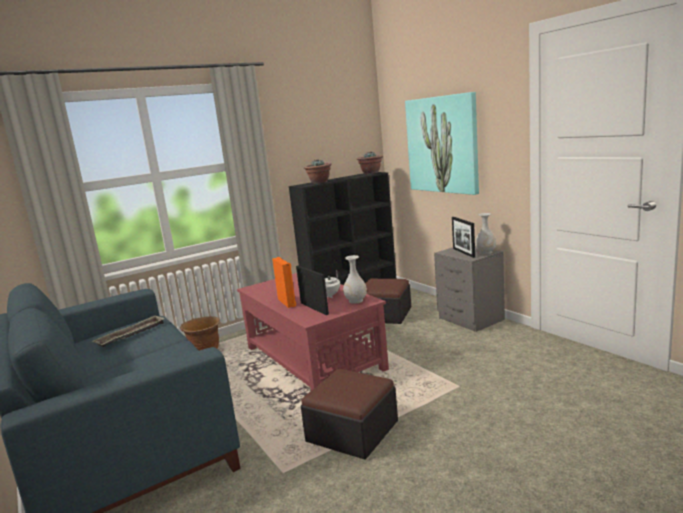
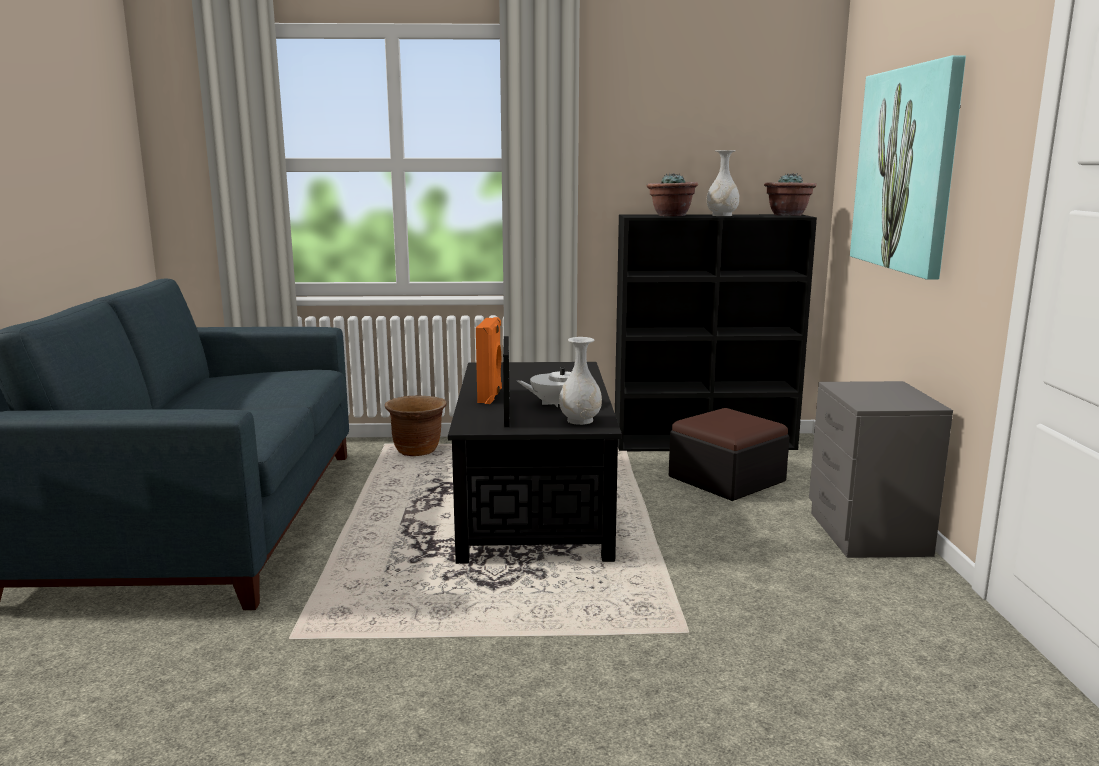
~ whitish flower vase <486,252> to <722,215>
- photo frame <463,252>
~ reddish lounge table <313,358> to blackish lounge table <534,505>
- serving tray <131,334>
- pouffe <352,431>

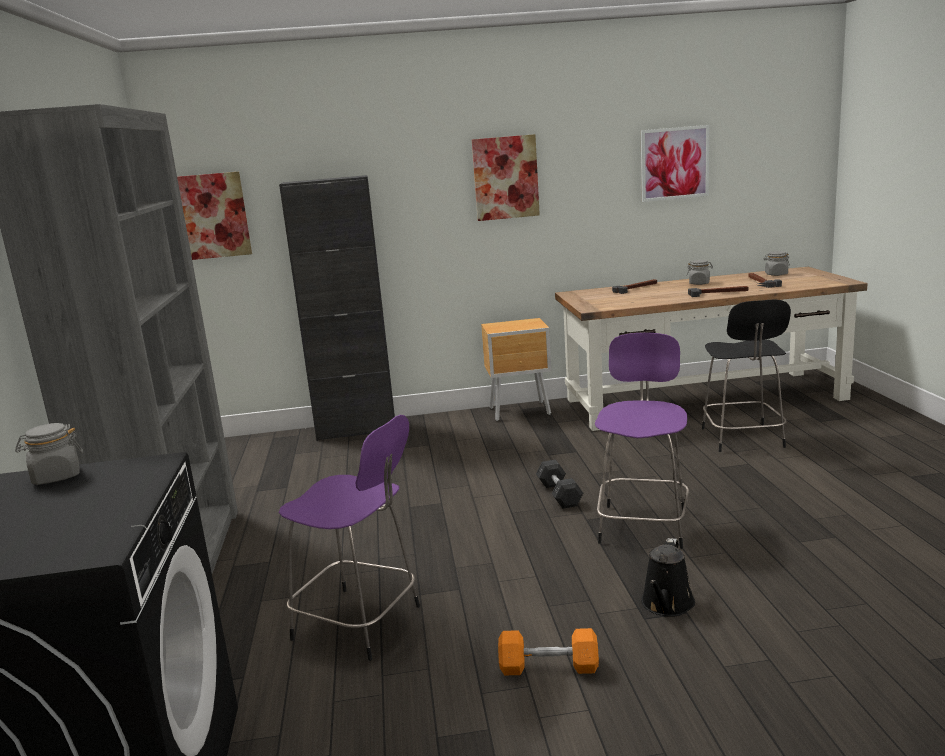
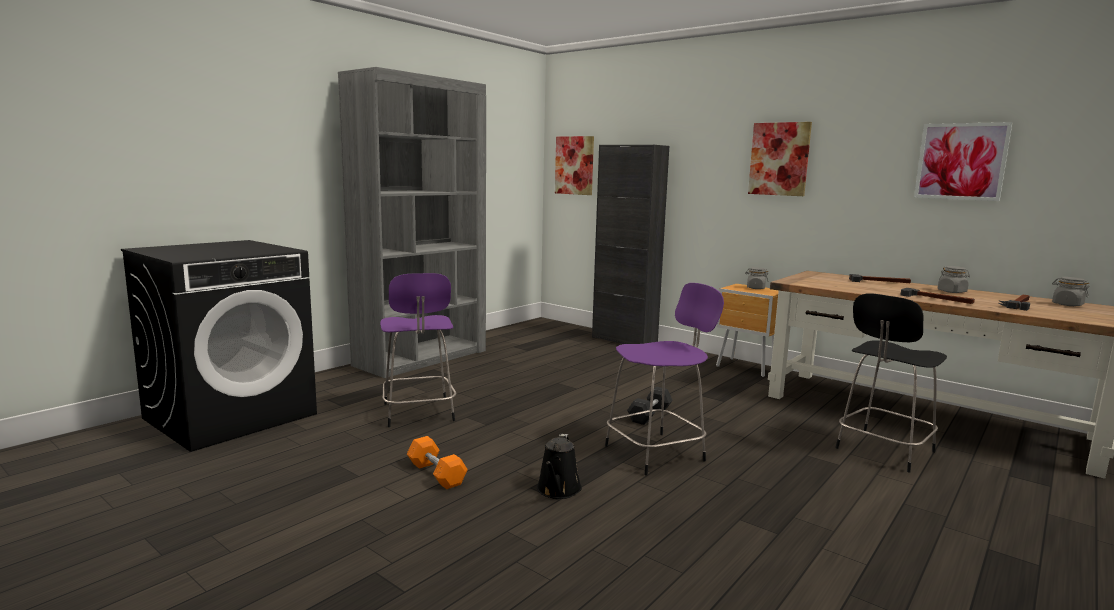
~ gray jar <56,477> to <755,288>
~ blackish watering pot <666,605> = <558,490> 60 degrees counterclockwise

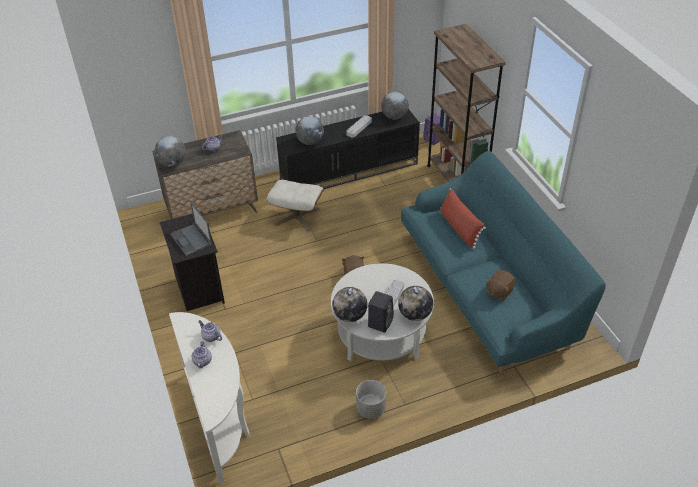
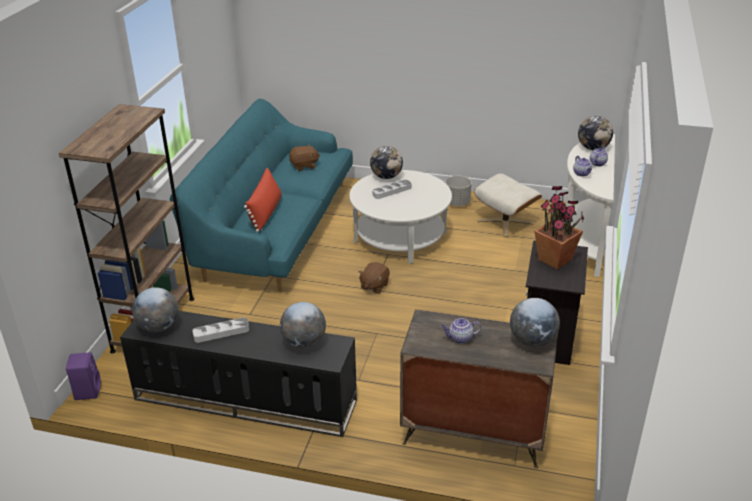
~ beige pouffe <297,217> to <505,222>
~ laptop <191,239> to potted plant <555,260>
~ world globe <350,316> to <593,148>
- blackish speaker <380,322>

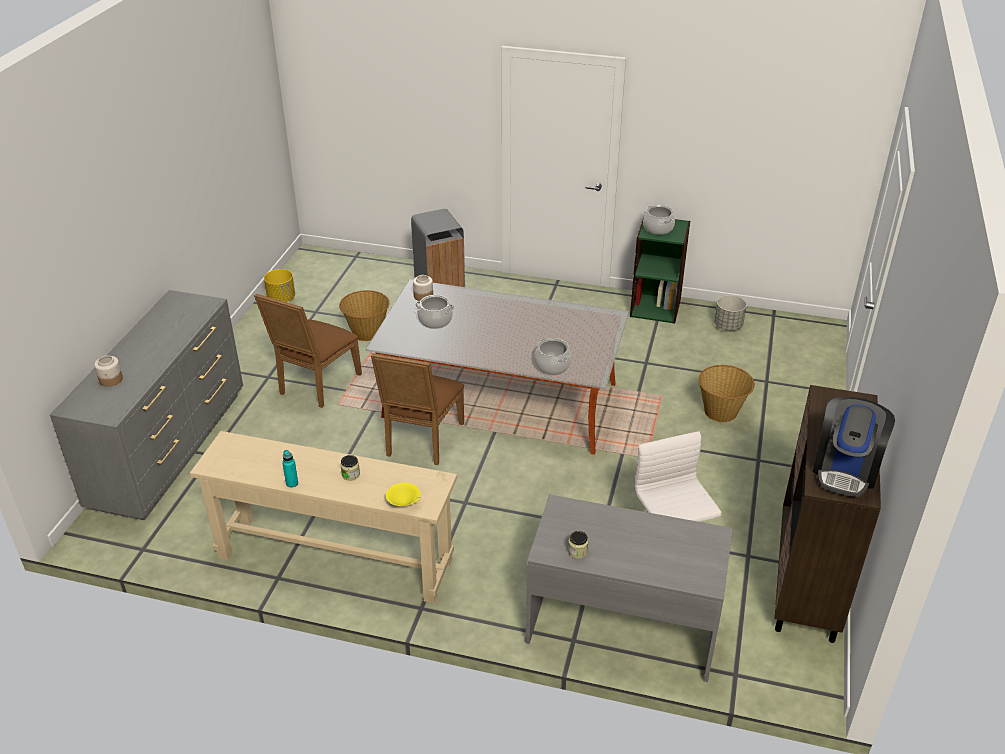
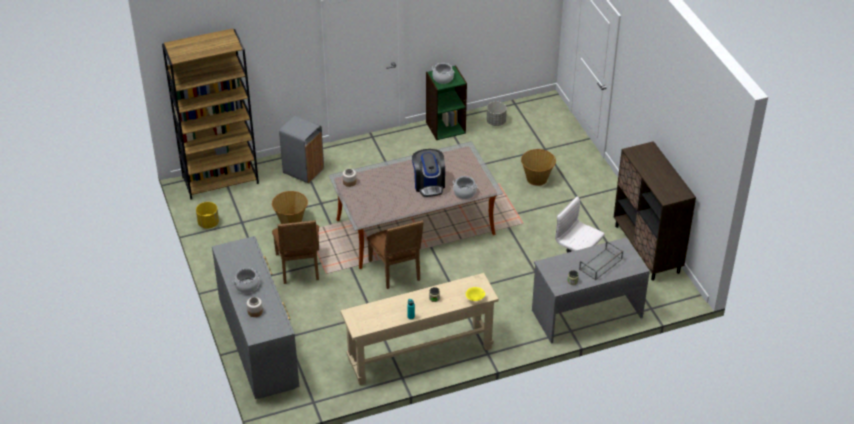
~ cooking pot <435,320> to <247,286>
~ coffee machine <845,470> to <429,184>
+ brown shelving unit <221,180>
+ gray serving tray <600,264>

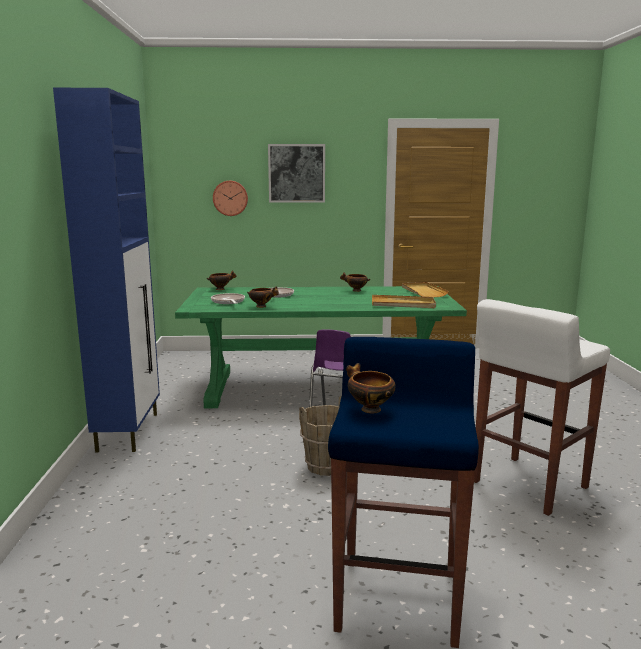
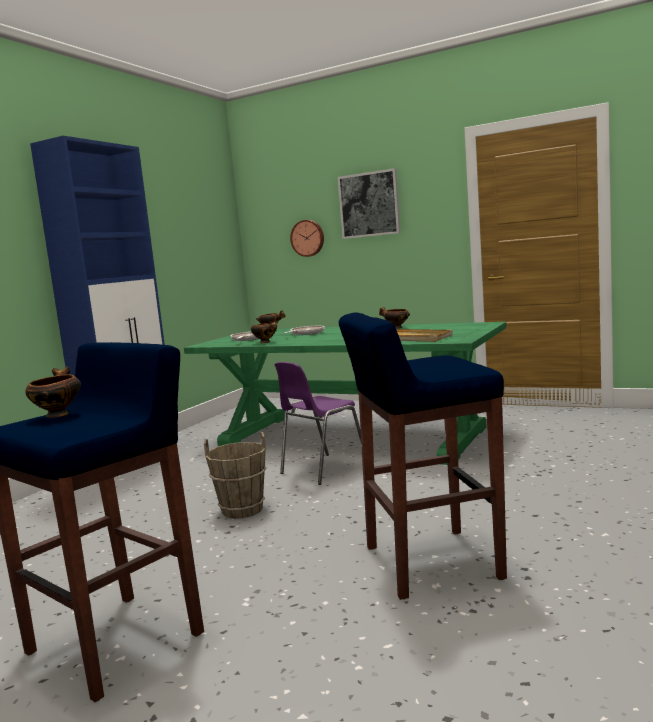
- beige serving tray <423,291>
~ whitish stool <528,485> to blue stool <429,563>

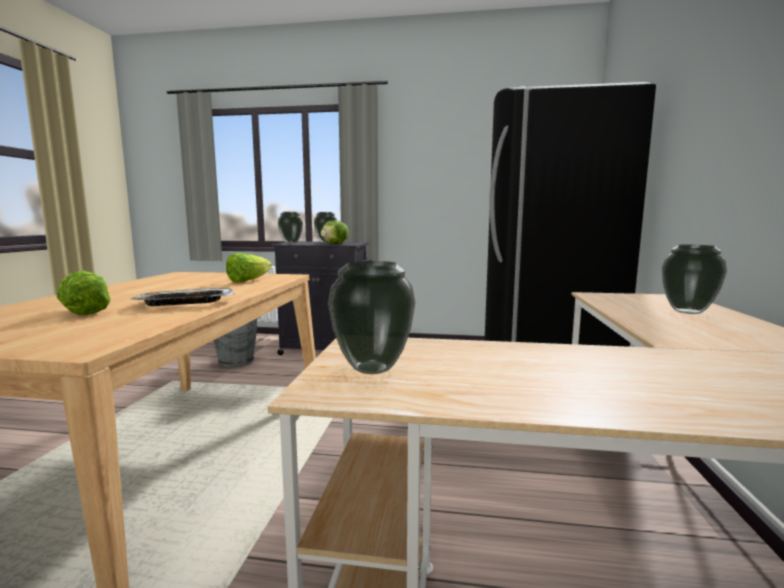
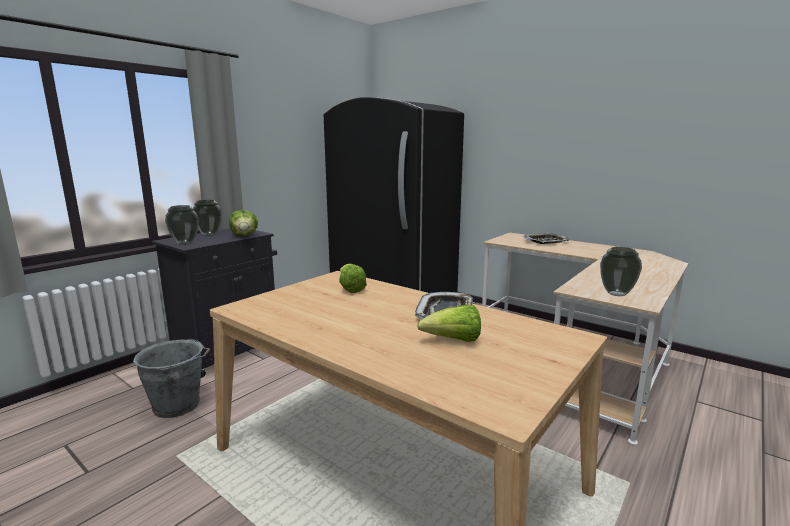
~ flower vase <688,311> to serving tray <545,241>

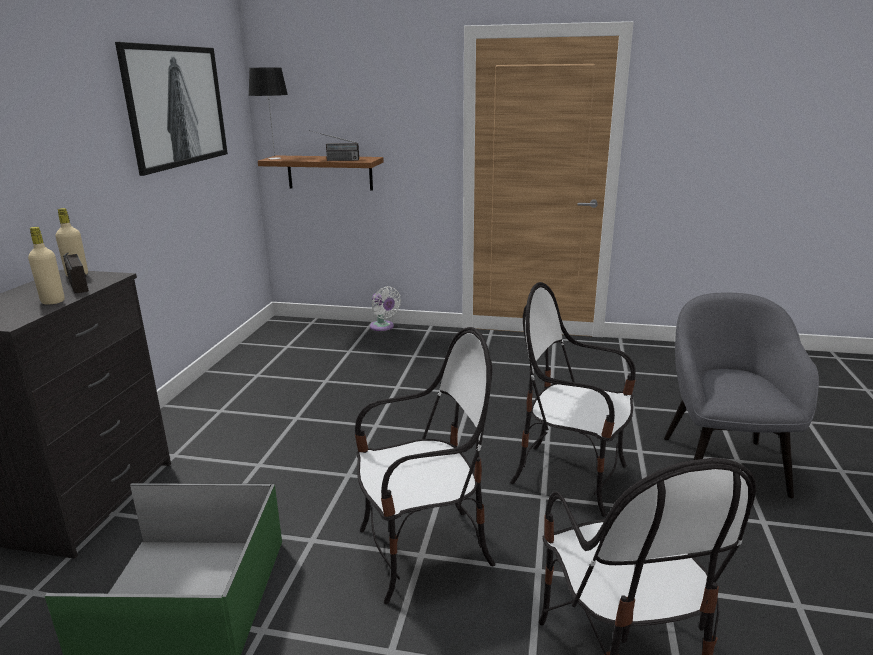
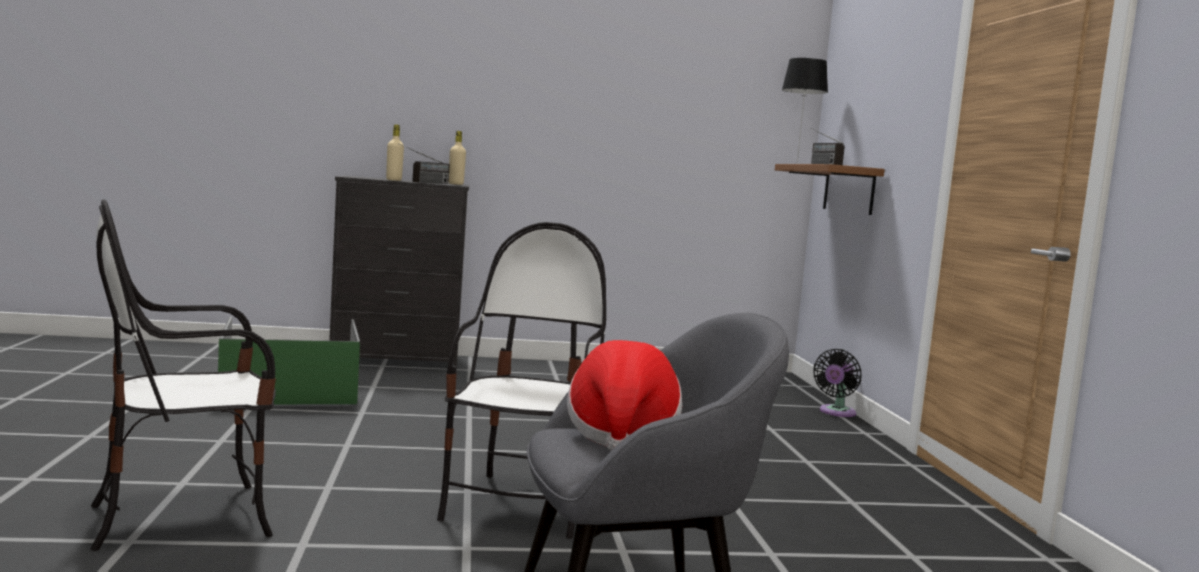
- picture <176,106>
~ whitish cooling fan <383,327> to blackish cooling fan <836,412>
- upright chair <423,552>
+ wearable hat <621,434>

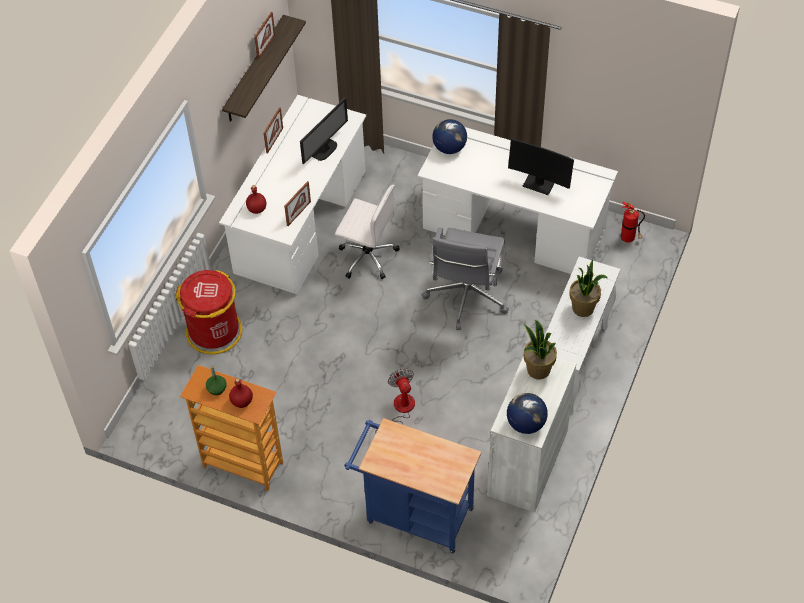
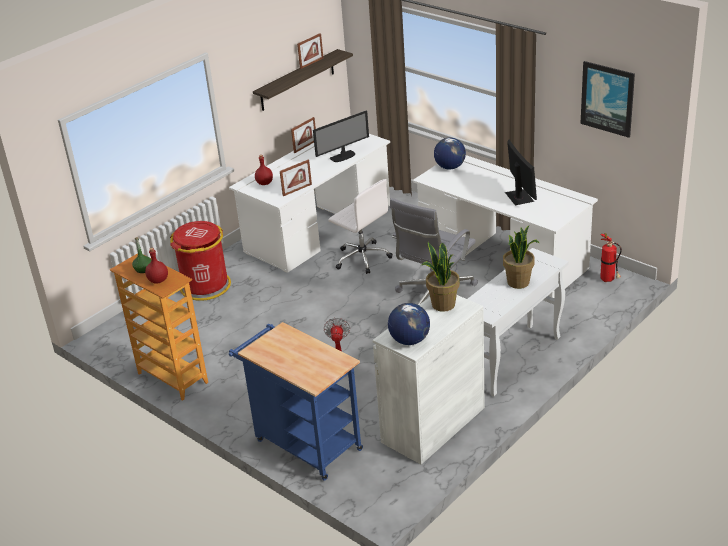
~ monitor <539,183> = <519,197> 150 degrees counterclockwise
+ picture <607,98>

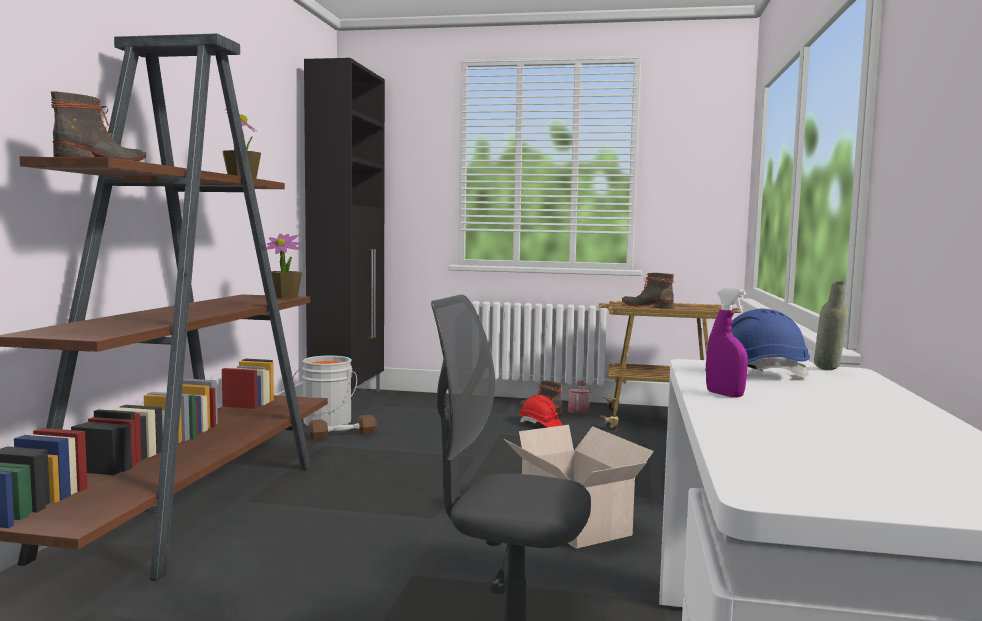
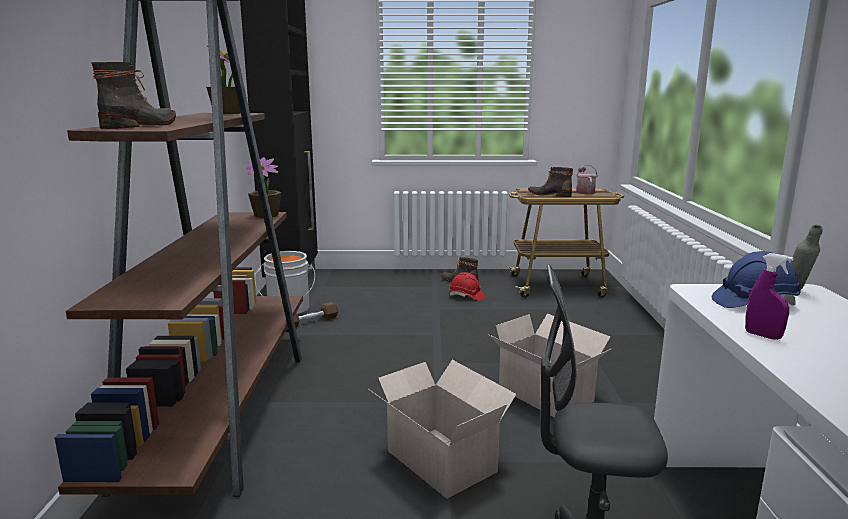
~ watering pot <578,409> to <584,192>
+ packing box <439,459>

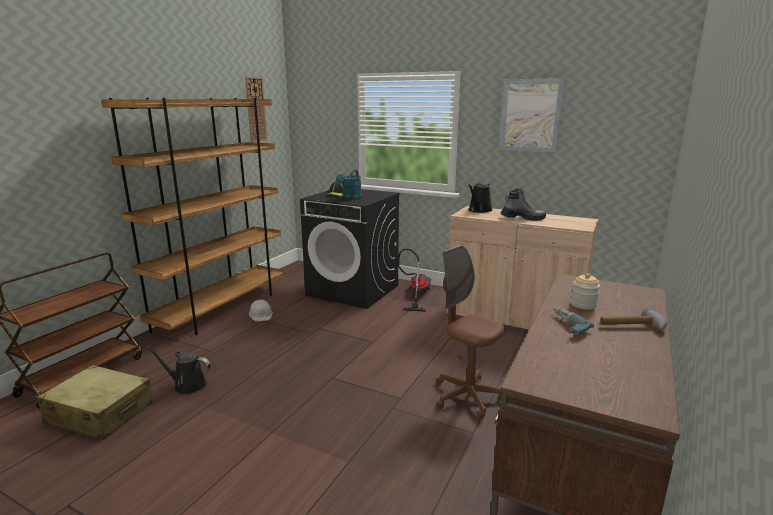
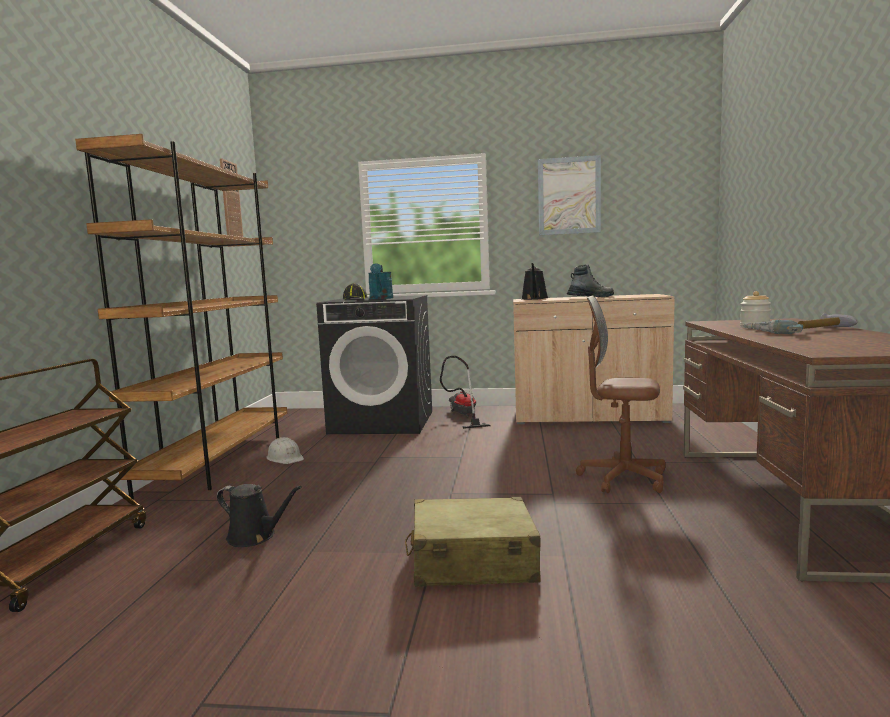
~ blackish watering pot <187,385> = <255,537> 150 degrees counterclockwise
~ beige travel case <100,413> to <472,562>

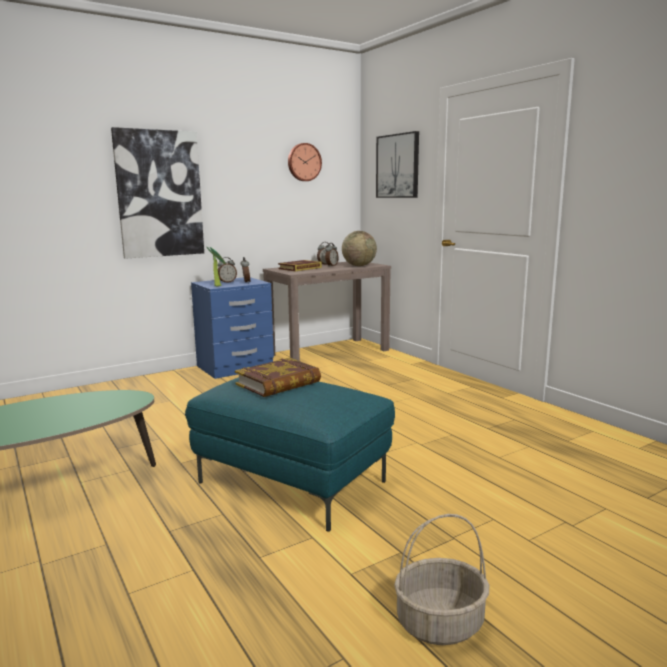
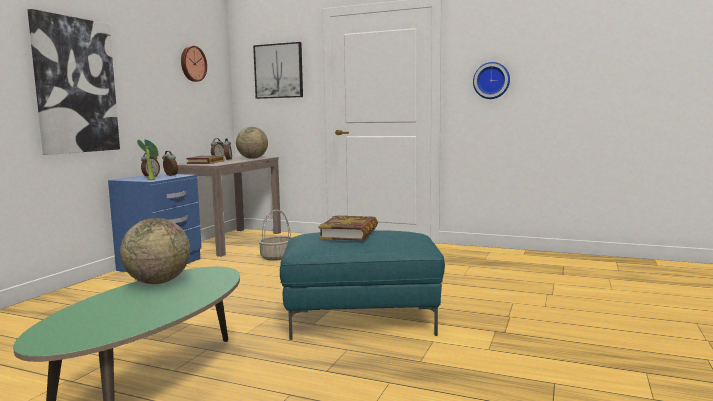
~ household basket <439,624> to <277,257>
+ hanging clock <491,80>
+ world globe <158,282>

